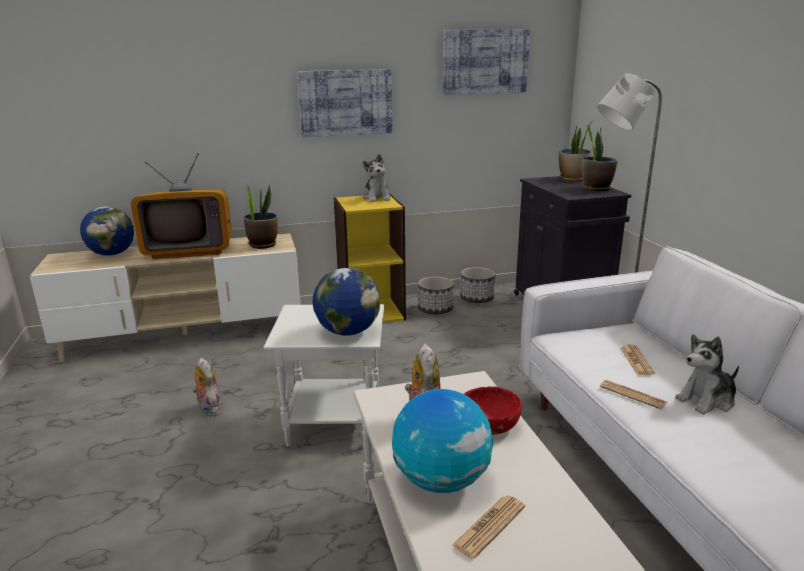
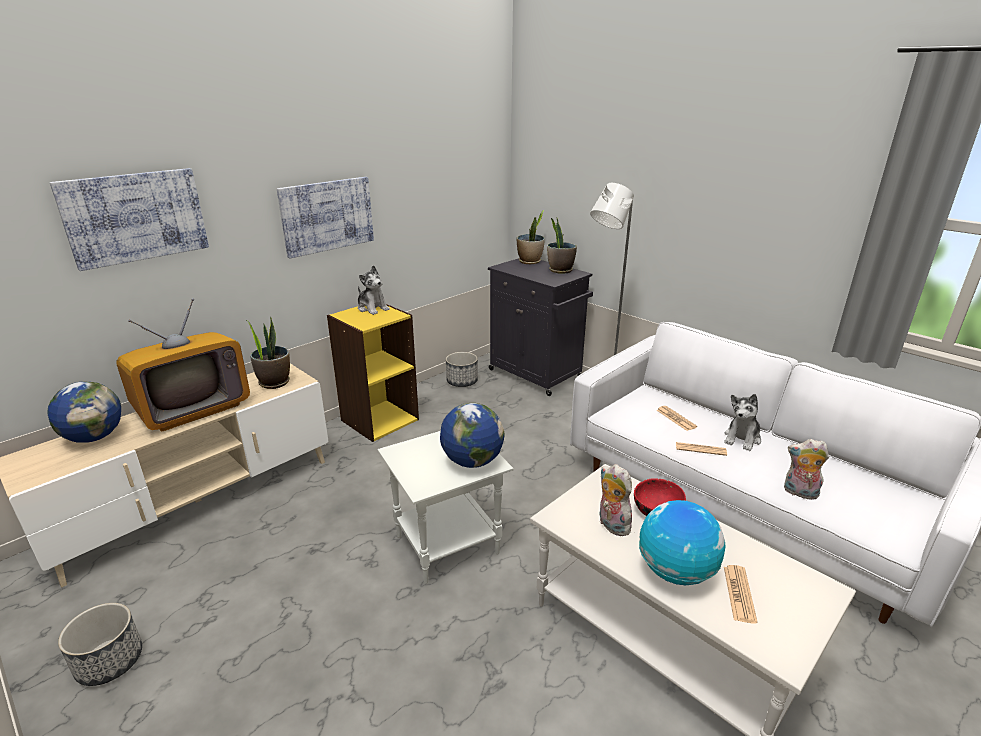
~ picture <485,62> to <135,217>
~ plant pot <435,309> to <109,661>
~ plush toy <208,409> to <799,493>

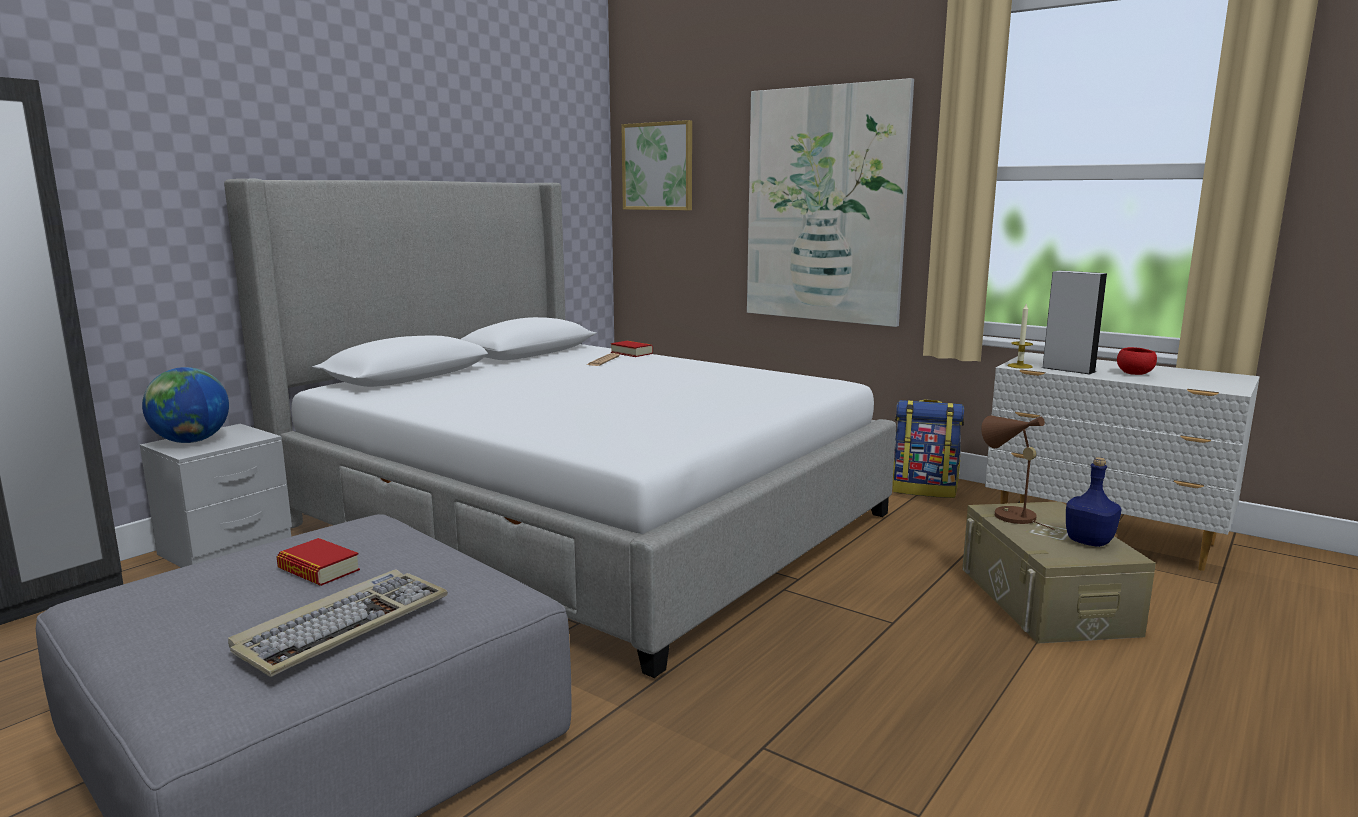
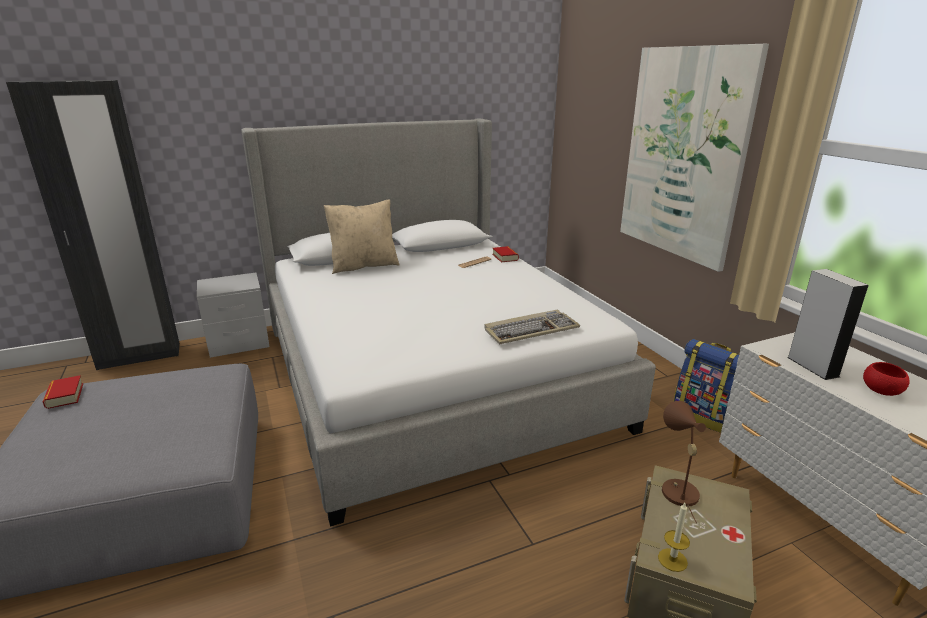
- picture <658,166>
~ wax light <1019,366> to <672,560>
- world globe <191,441>
- blue bottle <1089,542>
~ bound book <319,570> to <65,396>
~ computer keyboard <343,625> to <531,330>
+ beige throw pillow <364,266>

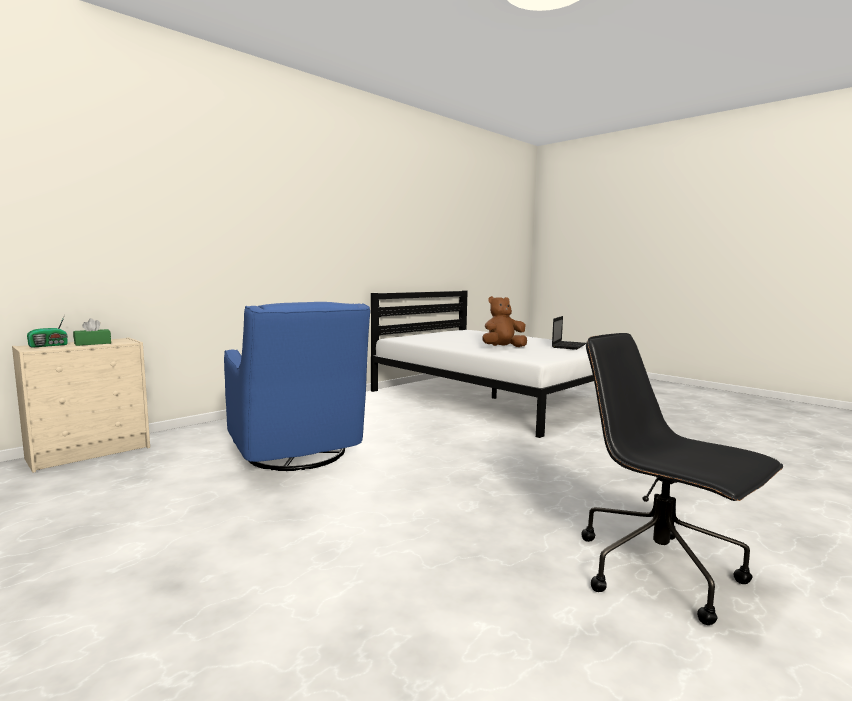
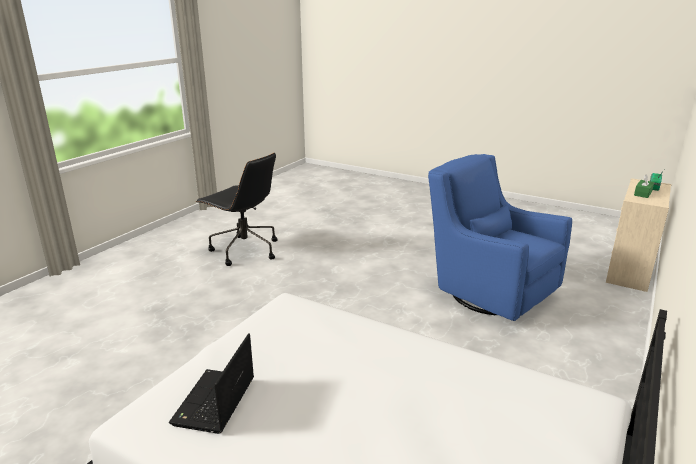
- brown plush toy <502,347>

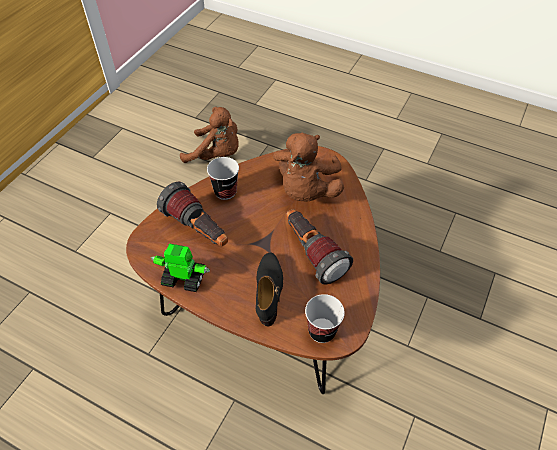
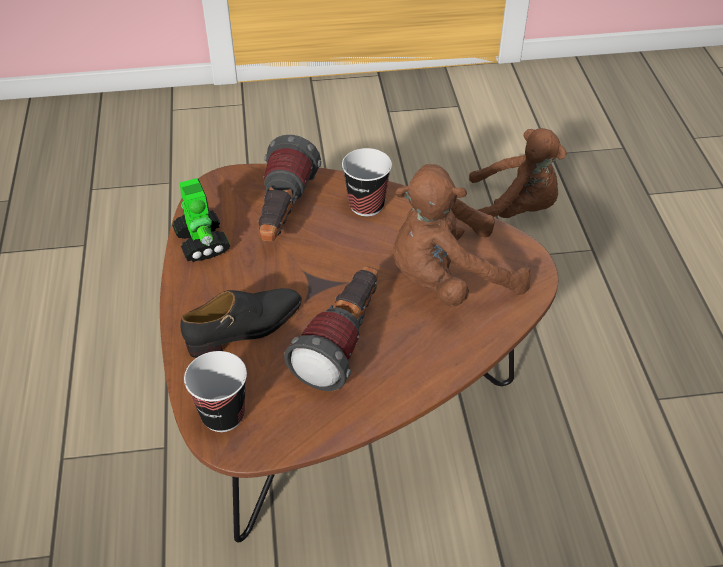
~ brown plush toy <216,155> = <513,210> 60 degrees counterclockwise

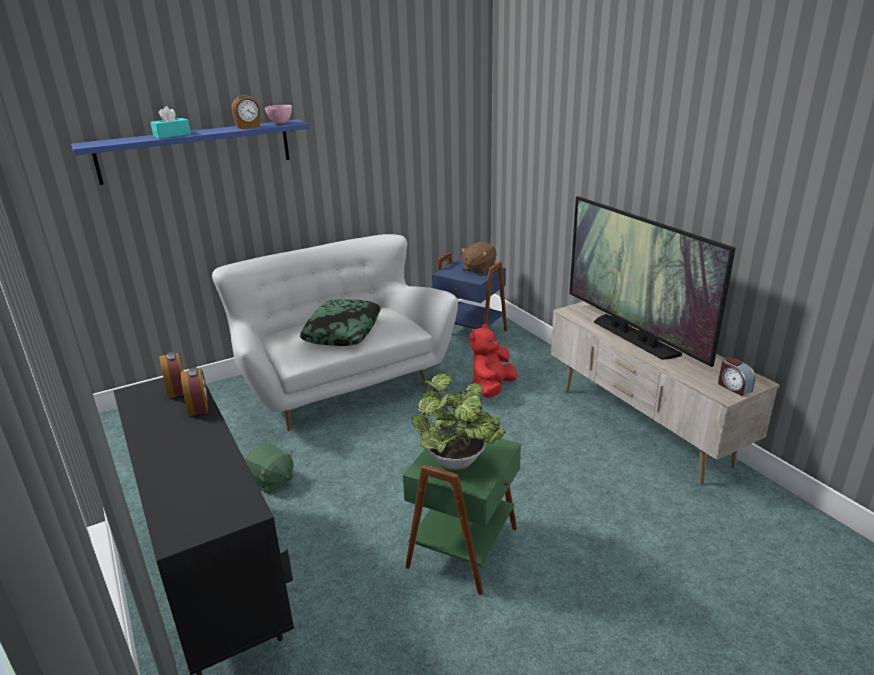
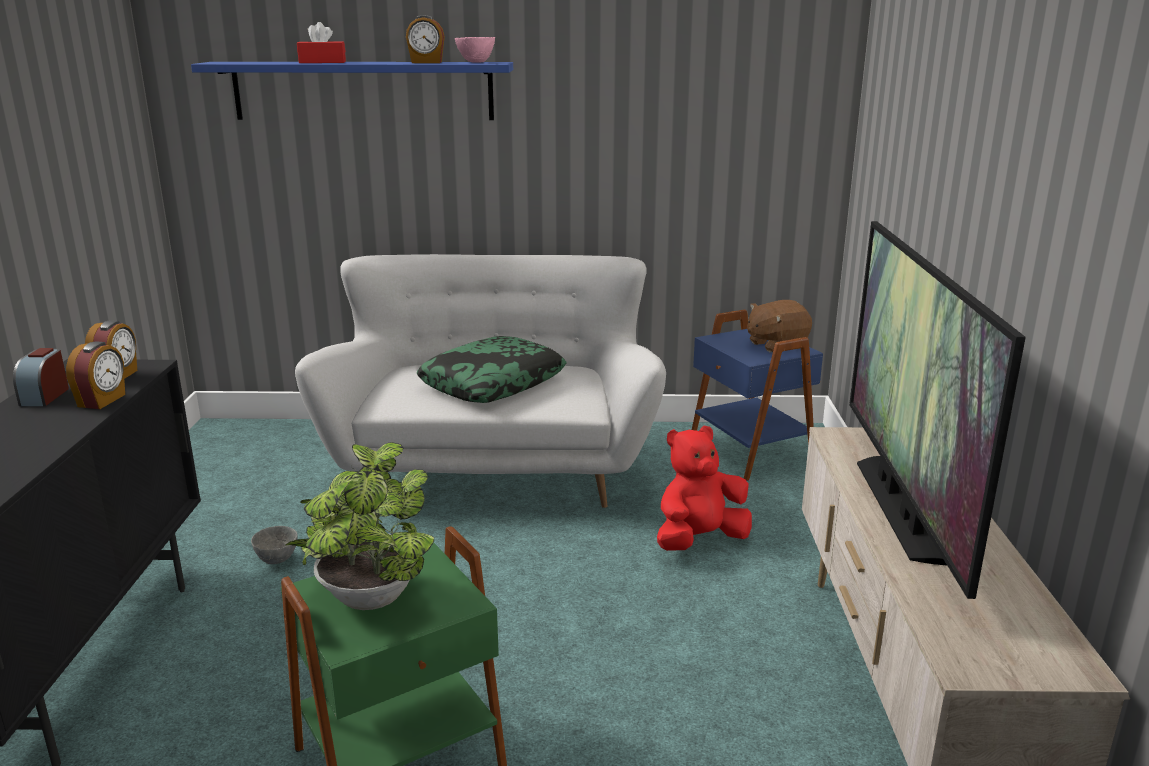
~ turquoise box of tissues <172,135> to reddish box of tissues <322,62>
~ table clock <734,387> to <45,396>
~ green plush toy <271,481> to gray deep dish <278,560>

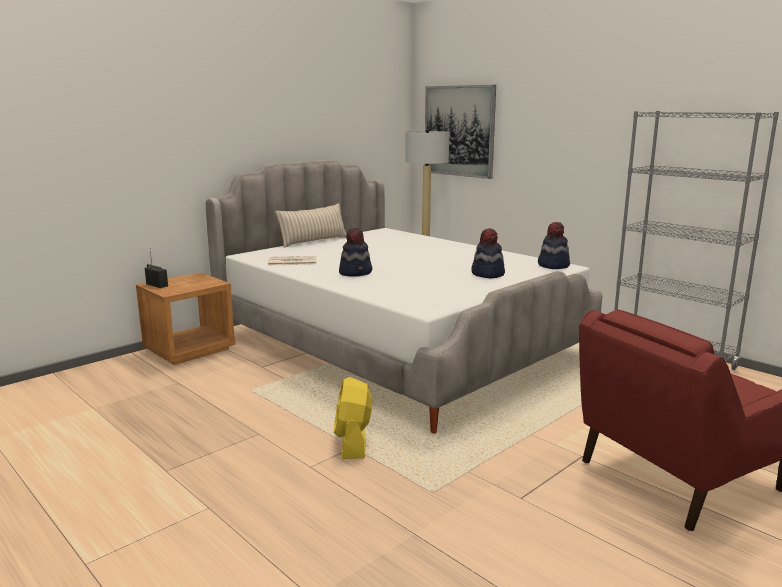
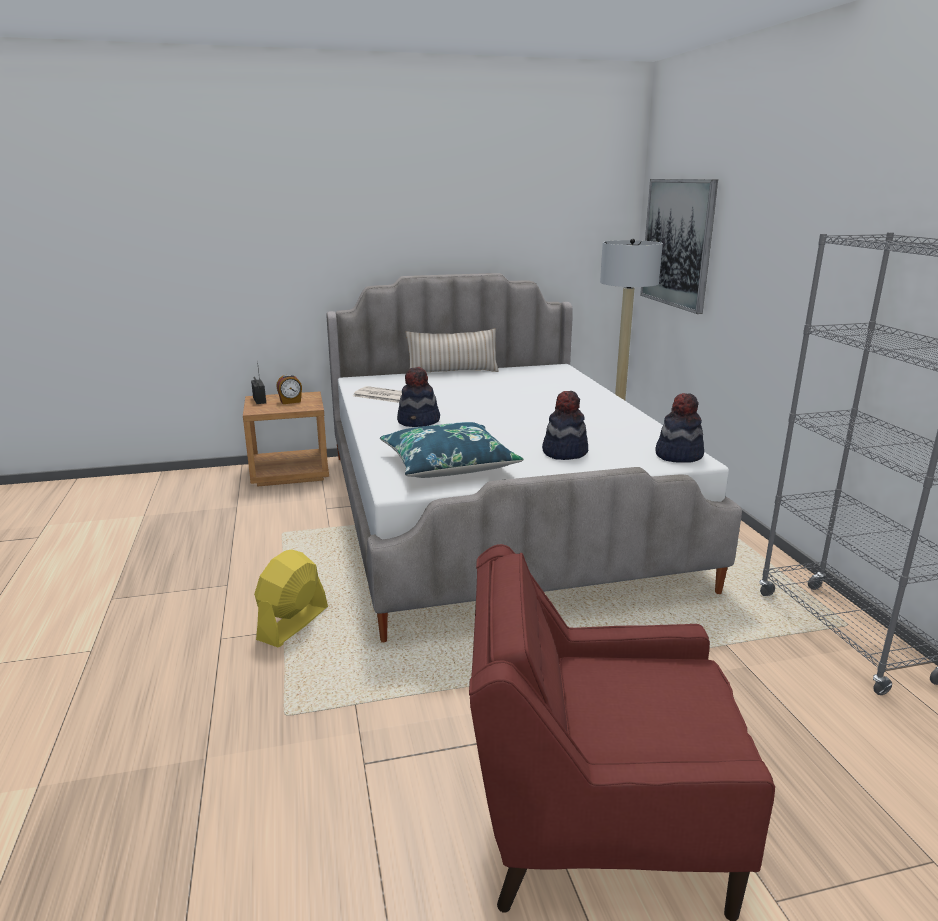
+ table clock <290,402>
+ blue throw pillow <448,465>

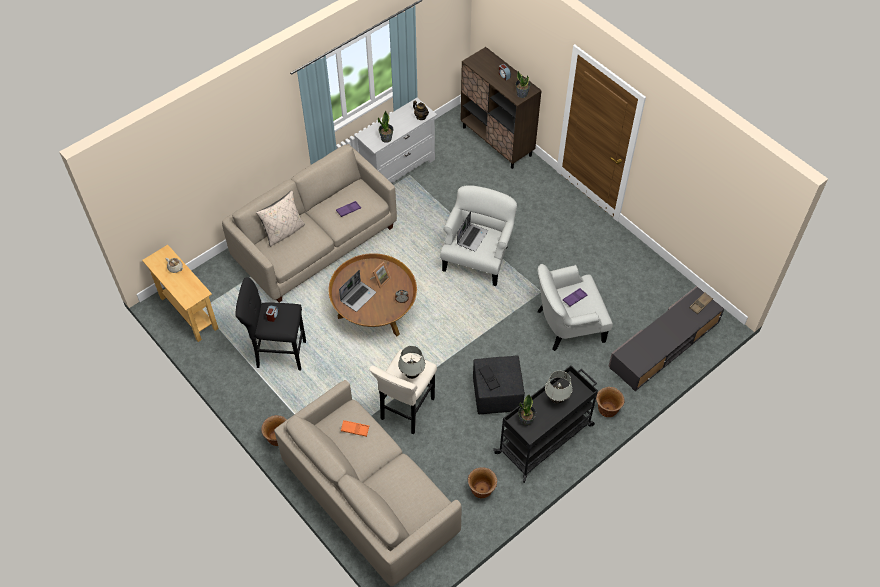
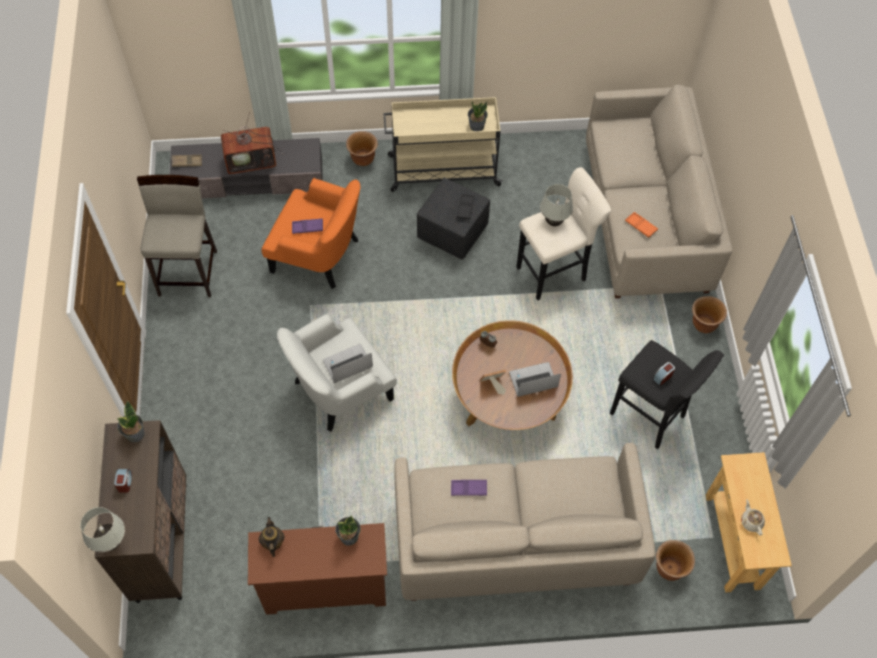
~ whitish dresser <398,169> to brown dresser <324,587>
- beige throw pillow <284,232>
~ whitish lounge chair <568,325> to orange-coloured lounge chair <318,254>
~ blackish wheeled cart <545,438> to beige wheeled cart <442,170>
~ whitish table lamp <556,399> to <111,542>
~ brown plant pot <481,490> to <669,568>
+ TV set <252,160>
+ beige stool <188,272>

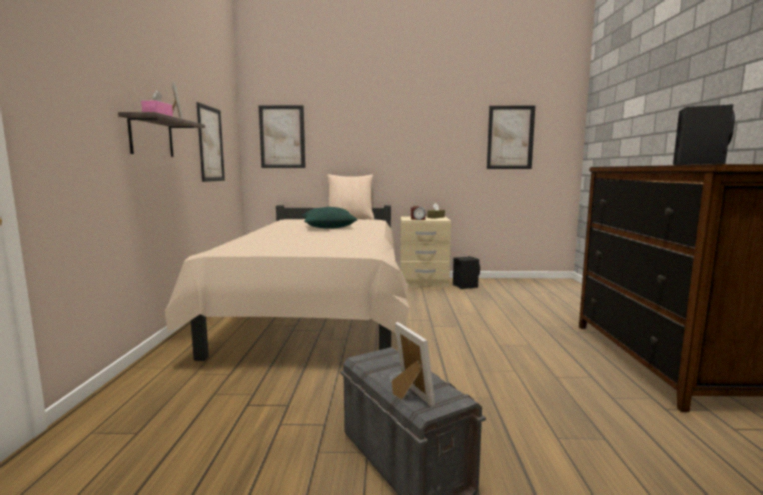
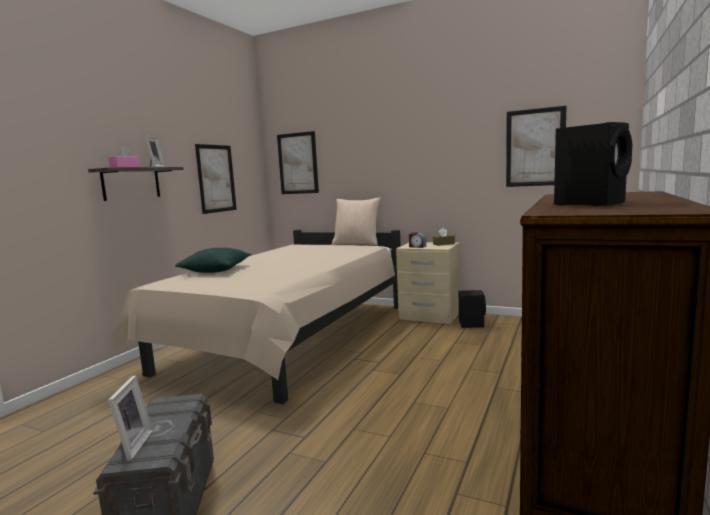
~ green throw pillow <328,227> to <216,270>

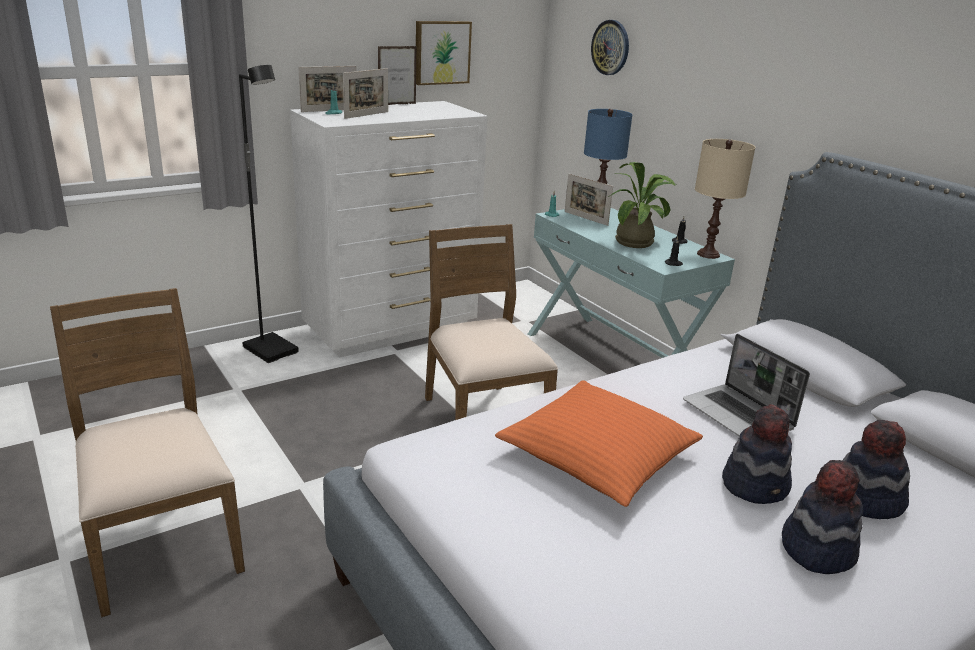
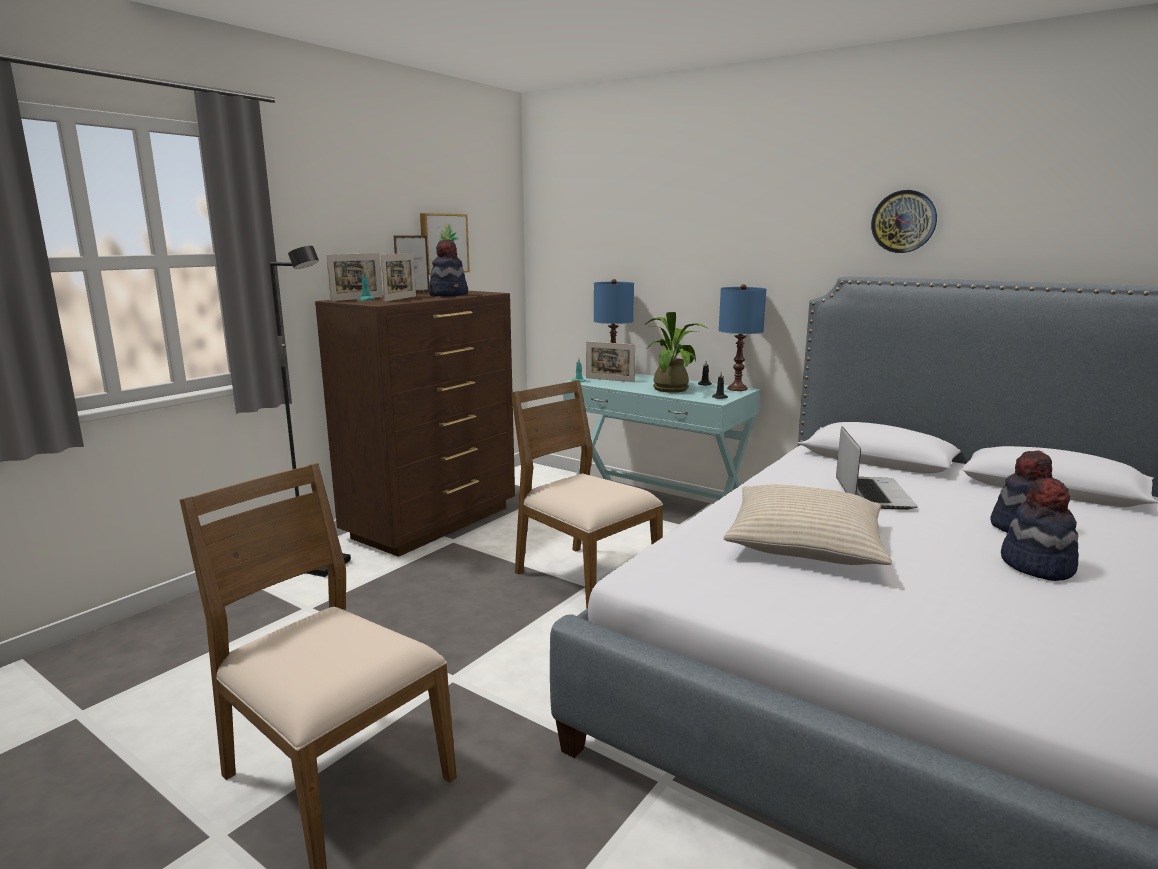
~ hanging clock <610,47> to <904,221>
~ whitish dresser <392,329> to brown dresser <433,522>
~ beige table lamp <708,254> to blue table lamp <737,389>
~ laptop <739,416> = <871,494> 120 degrees counterclockwise
~ orange-coloured throw pillow <598,456> to beige throw pillow <805,542>
~ wearable hat <755,485> to <449,295>

